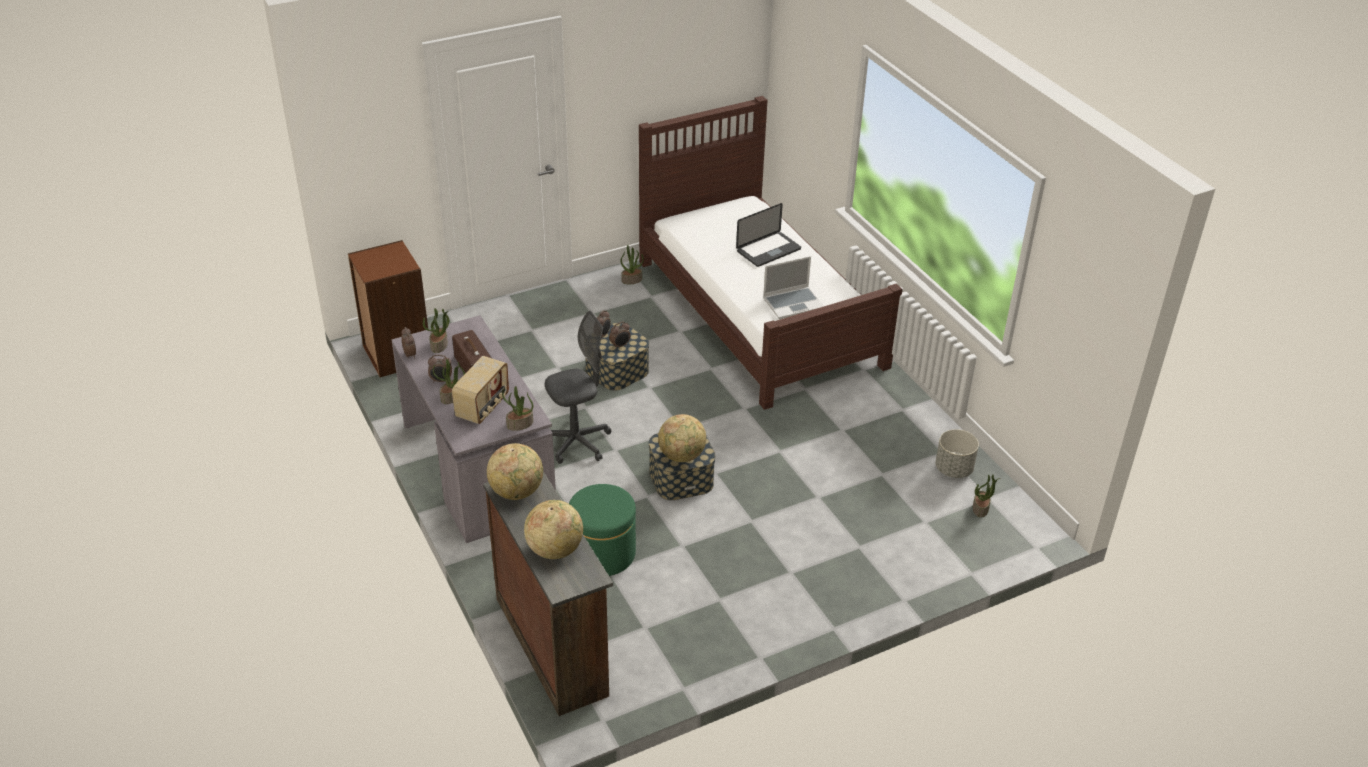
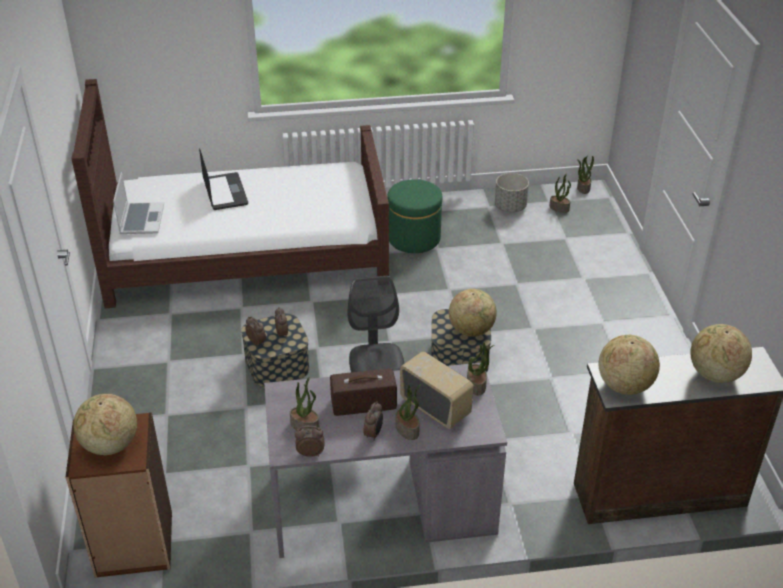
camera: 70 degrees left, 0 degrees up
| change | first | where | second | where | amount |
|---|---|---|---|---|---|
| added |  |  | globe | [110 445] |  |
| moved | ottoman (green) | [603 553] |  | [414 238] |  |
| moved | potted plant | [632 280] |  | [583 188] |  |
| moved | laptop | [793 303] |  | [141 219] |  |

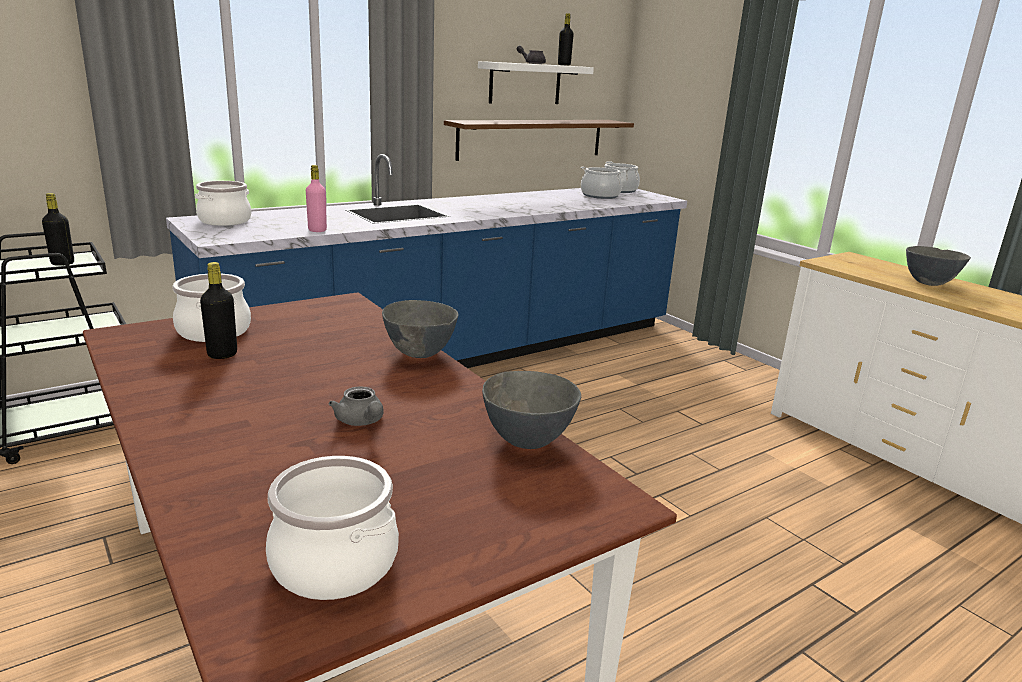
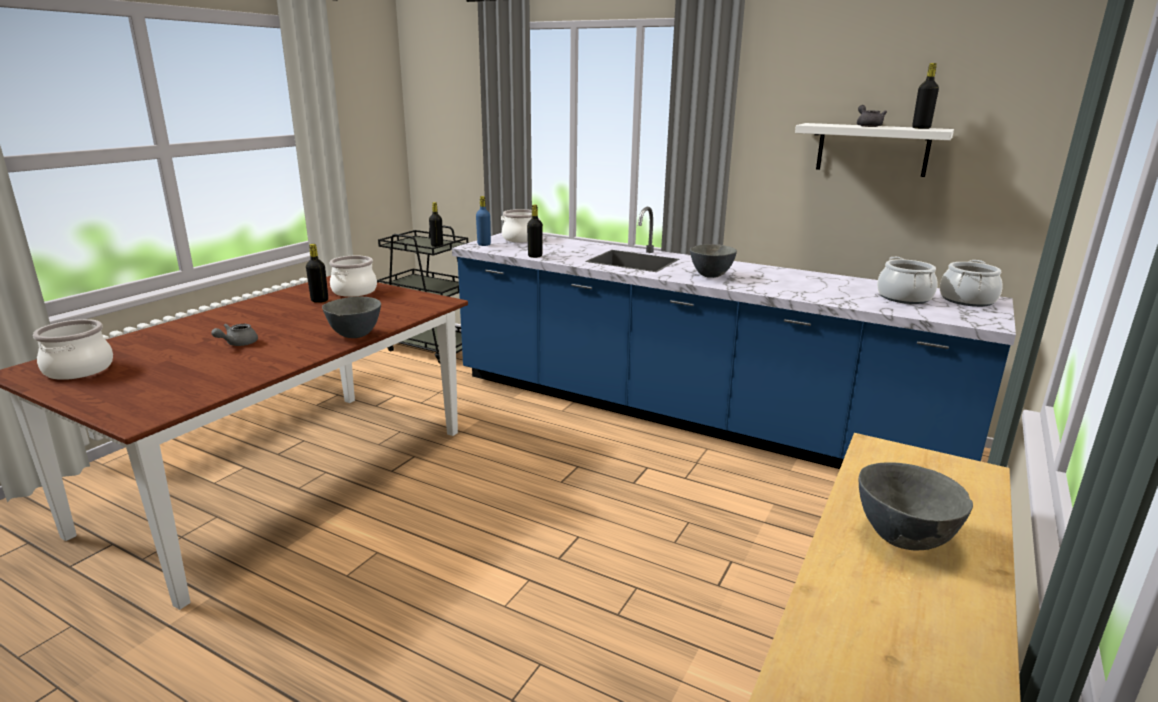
camera: 65 degrees right, 0 degrees up
| change | first | where | second | where | amount |
|---|---|---|---|---|---|
| removed | shelf (brown) | [531 138] |  |  |  |
| added |  |  | bottle (blue) | [484 244] |  |
| moved | bowl (grey) | [527 442] |  | [710 276] |  |
| recoloured | bottle (pink) | [317 230] | bottle (black) | [535 256] |  |

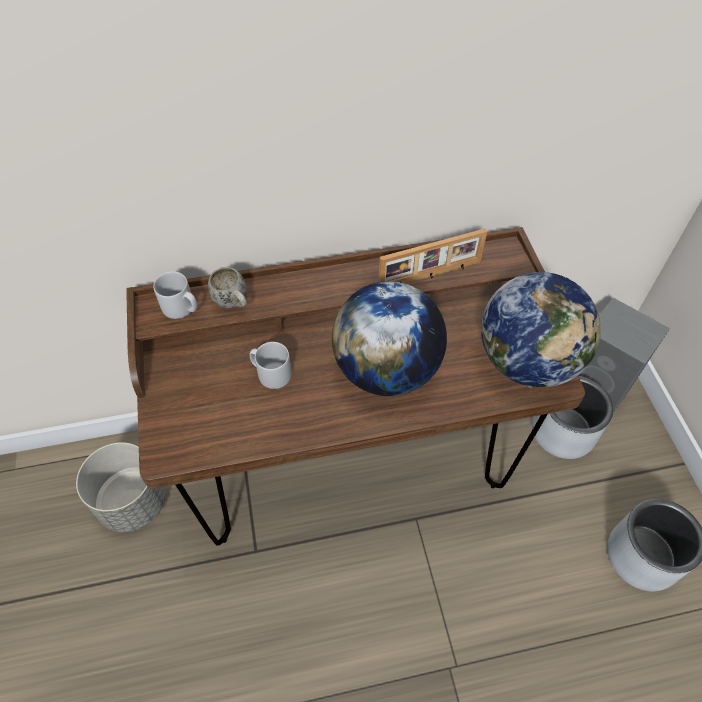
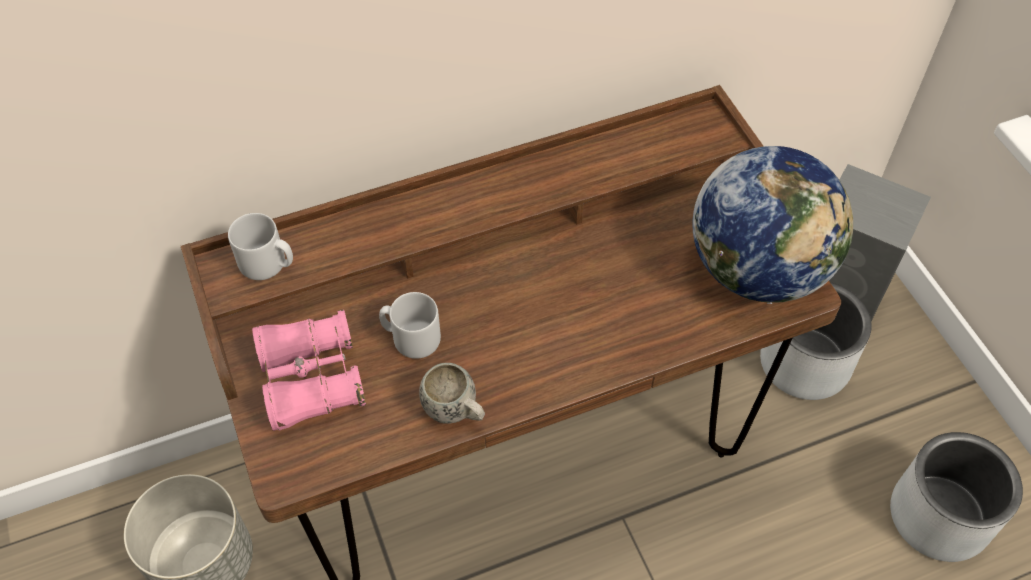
camera: 10 degrees left, 0 degrees up
| change | first | where | second | where | amount |
|---|---|---|---|---|---|
| removed | globe | [386 370] |  |  |  |
| removed | picture frame | [430 276] |  |  |  |
| added |  |  | binoculars (pink) | [311 379] |  |
| moved | mug (white) | [234 303] |  | [456 412] |  |

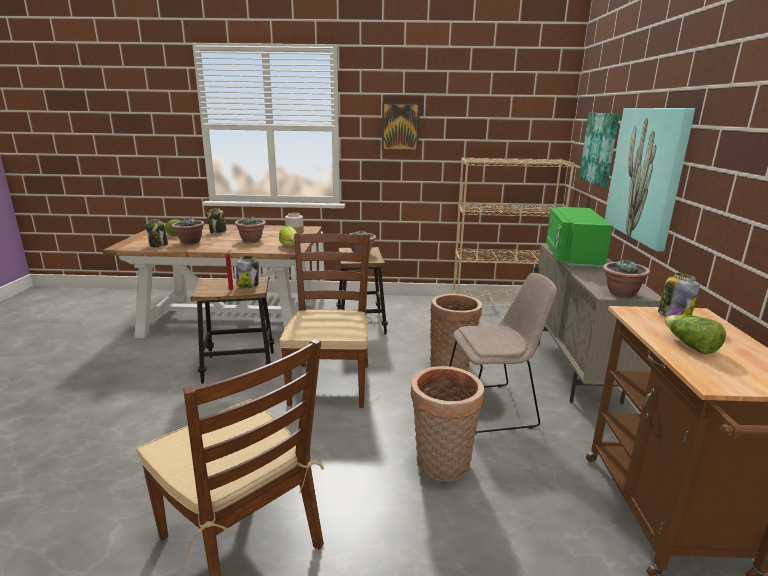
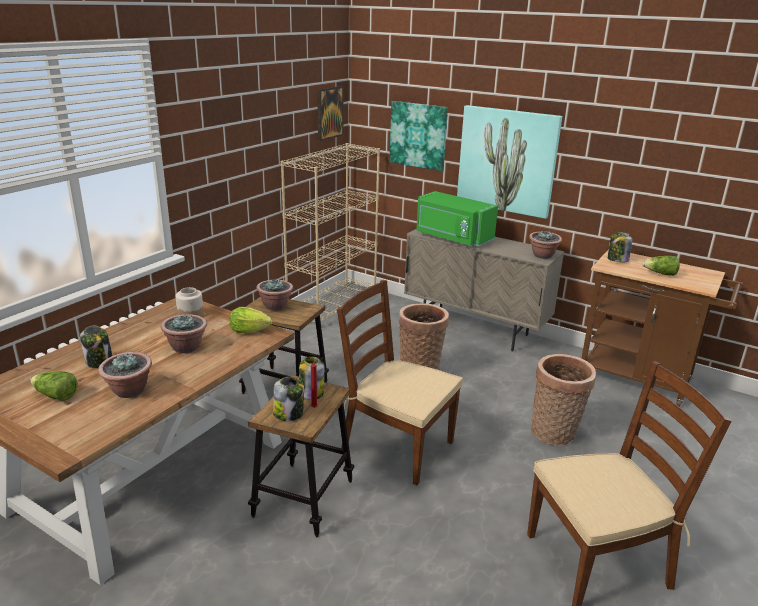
camera: 60 degrees left, 5 degrees up
| change | first | where | second | where | amount |
|---|---|---|---|---|---|
| removed | chair (beige) | [492 408] |  |  |  |
| moved | jar | [158 245] |  | [289 414] |  |
| moved | picture | [400 127] |  | [329 113] |  |

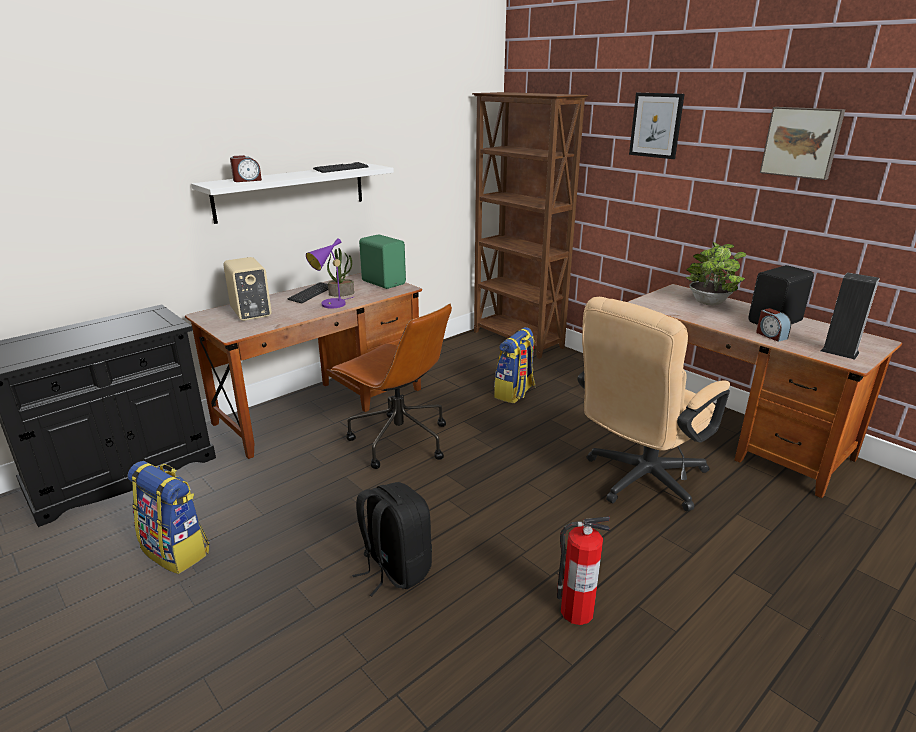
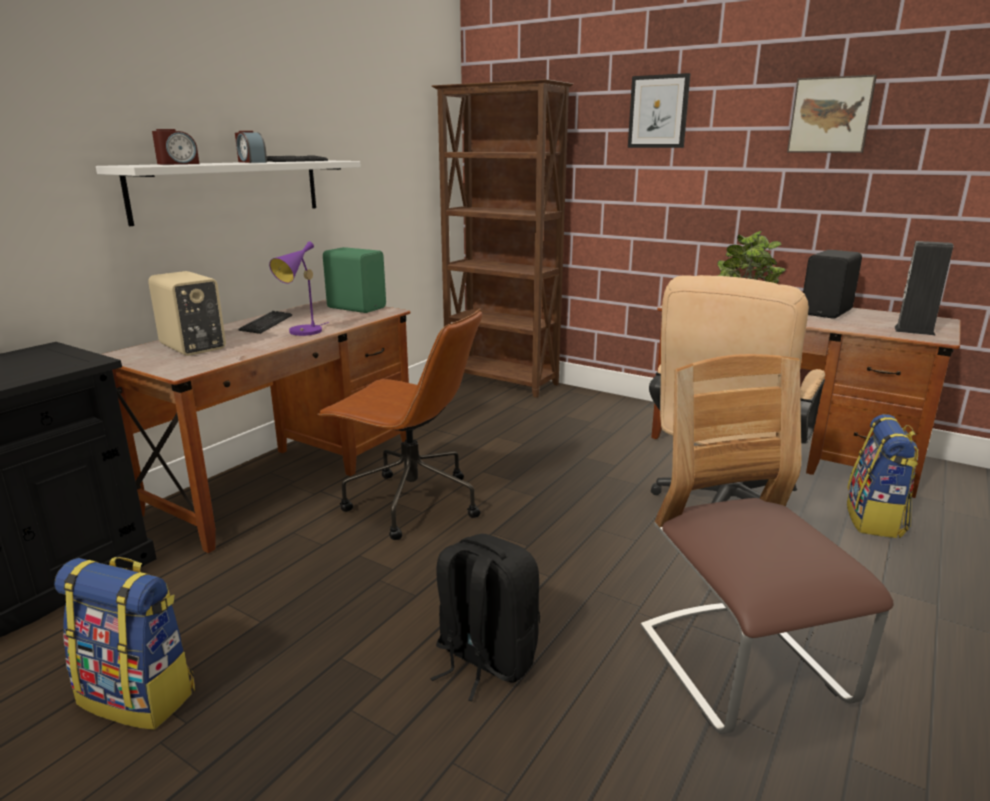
camera: 15 degrees left, 5 degrees down
| change | first | where | second | where | amount |
|---|---|---|---|---|---|
| removed | potted plant | [341 293] |  |  |  |
| moved | backpack | [515 393] |  | [875 520] |  |
| moved | alarm clock | [770 335] |  | [251 162] |  |
| replaced | fire extinguisher | [576 611] | chair | [741 667] |  |

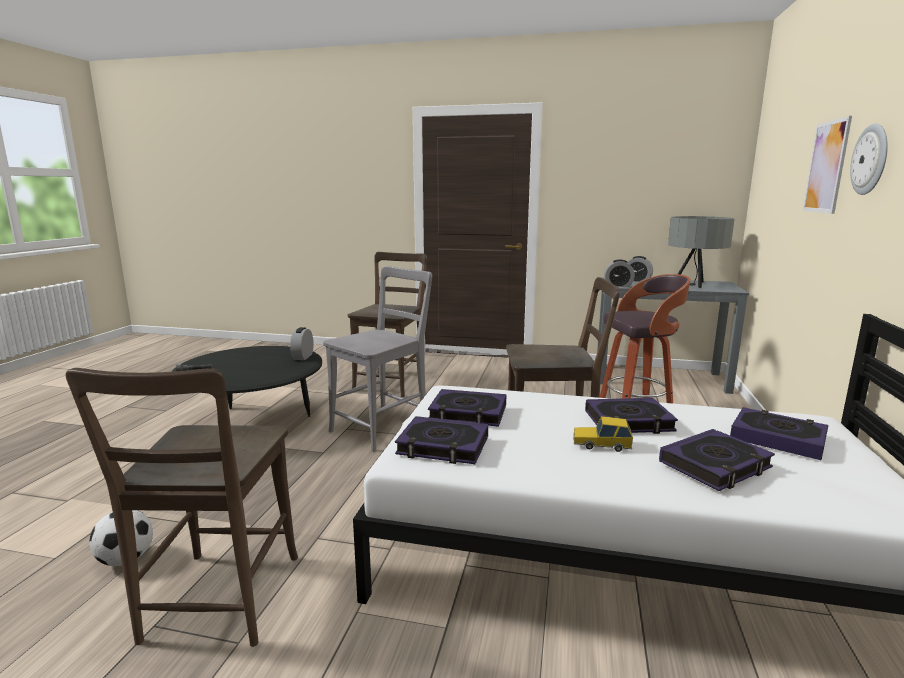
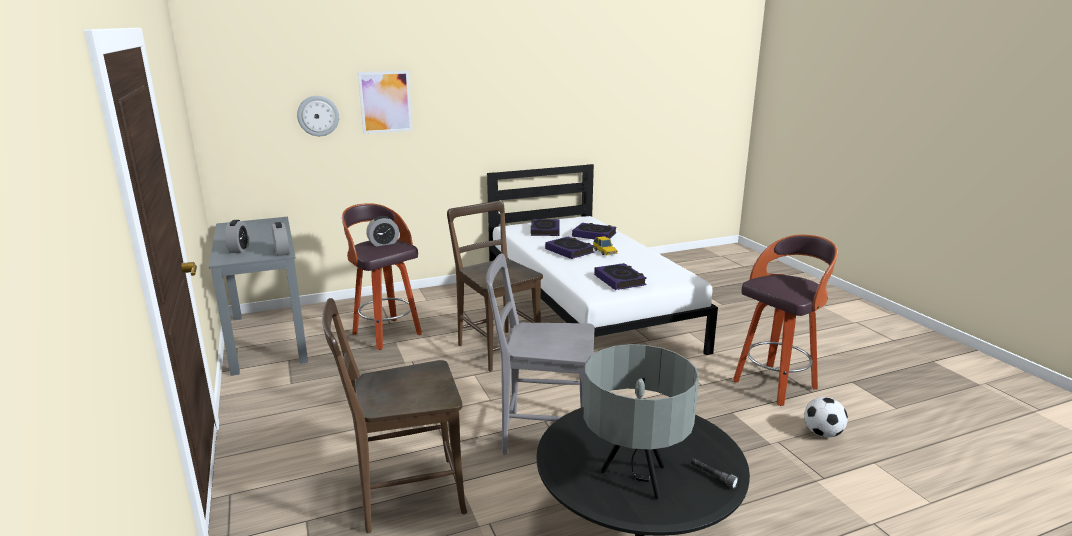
camera: 125 degrees left, 5 degrees up
| change | first | where | second | where | amount |
|---|---|---|---|---|---|
| removed | book | [443 446] |  |  |  |
| moved | alarm clock | [303 357] |  | [383 243] |  |
| moved | table lamp (grey) | [694 284] |  | [634 477] |  |
| moved | wall clock | [870 159] |  | [318 116] |  |
| replaced | chair (brown) | [219 603] | stool | [776 384] |  |

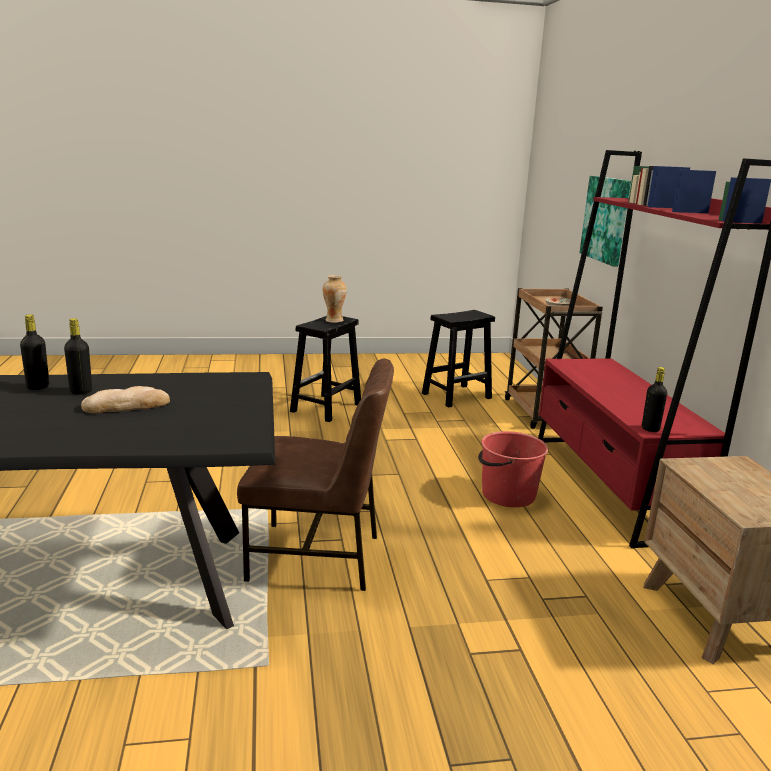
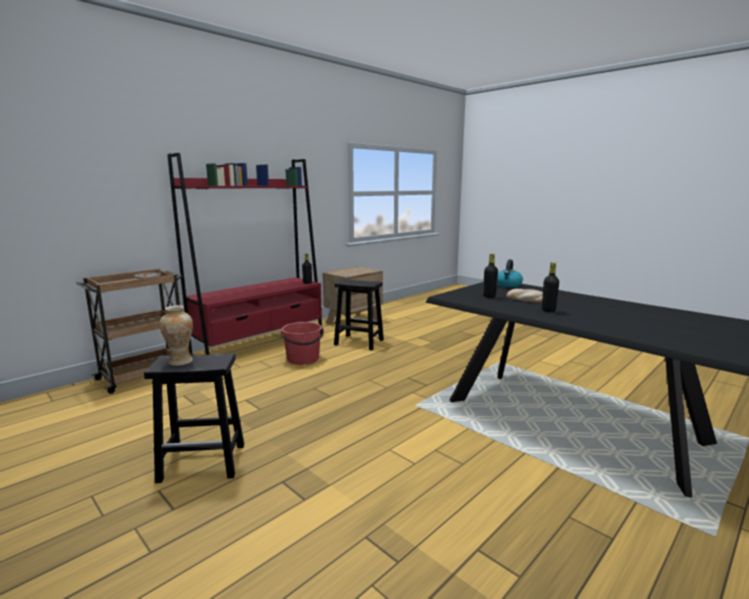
camera: 125 degrees left, 5 degrees down
| change | first | where | second | where | amount |
|---|---|---|---|---|---|
| removed | chair (brown) | [317 557] |  |  |  |
| removed | picture | [606 219] |  |  |  |
| added |  |  | kettle | [508 285] |  |
| moved | bottle (black) | [38 387] |  | [489 296] |  |
| moved | stool (black) | [457 395] |  | [358 342] |  |

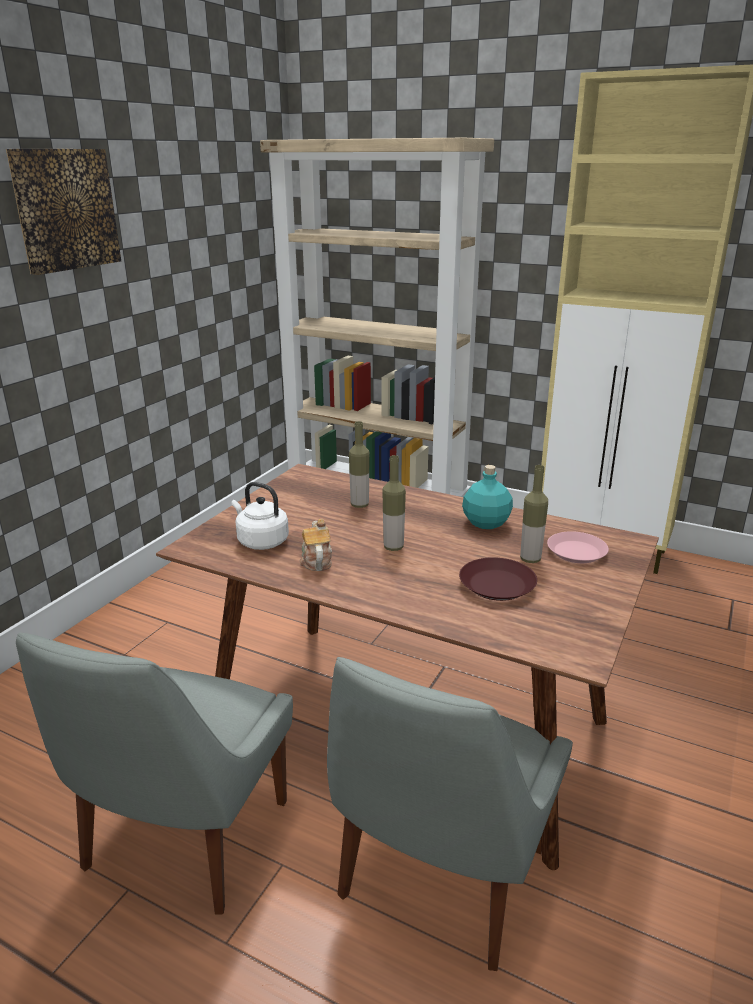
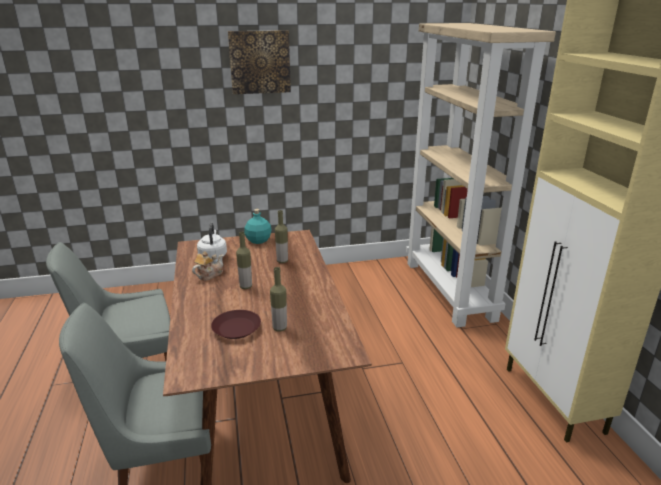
camera: 50 degrees right, 0 degrees up
| change | first | where | second | where | amount |
|---|---|---|---|---|---|
| removed | plate (pink) | [576 552] |  |  |  |
| moved | bottle (turquoise) | [486 523] |  | [258 241] |  |

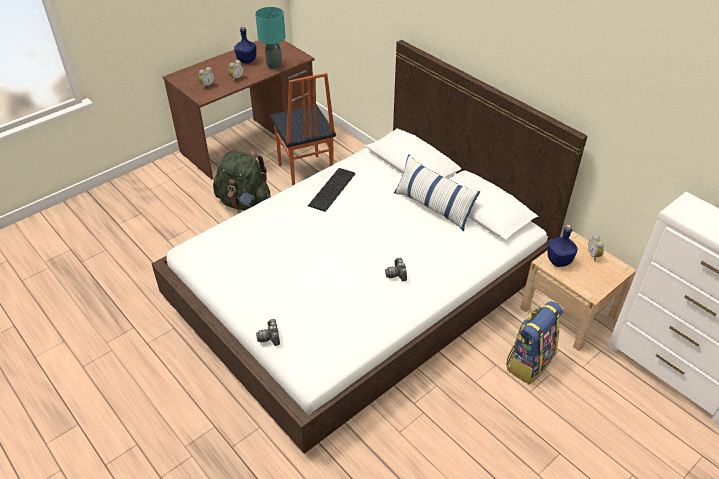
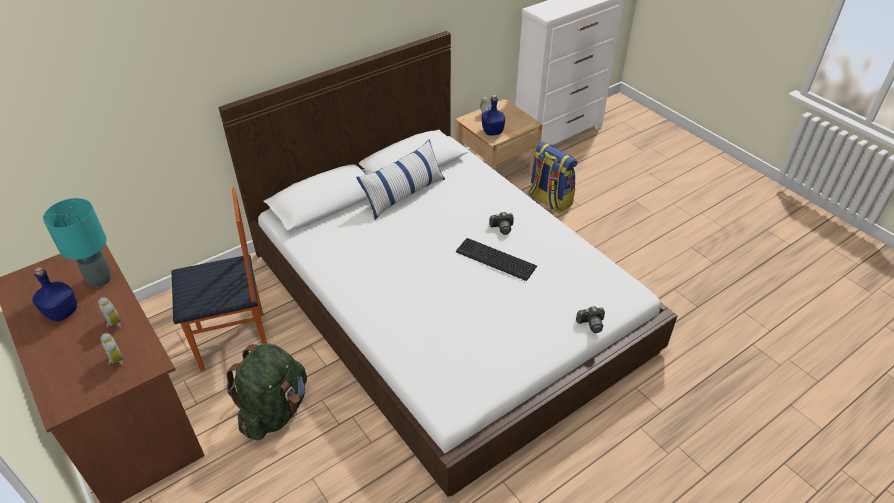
camera: 85 degrees left, 0 degrees up
| change | first | where | second | where | amount |
|---|---|---|---|---|---|
| moved | keyboard | [330 189] |  | [496 260] |  |

